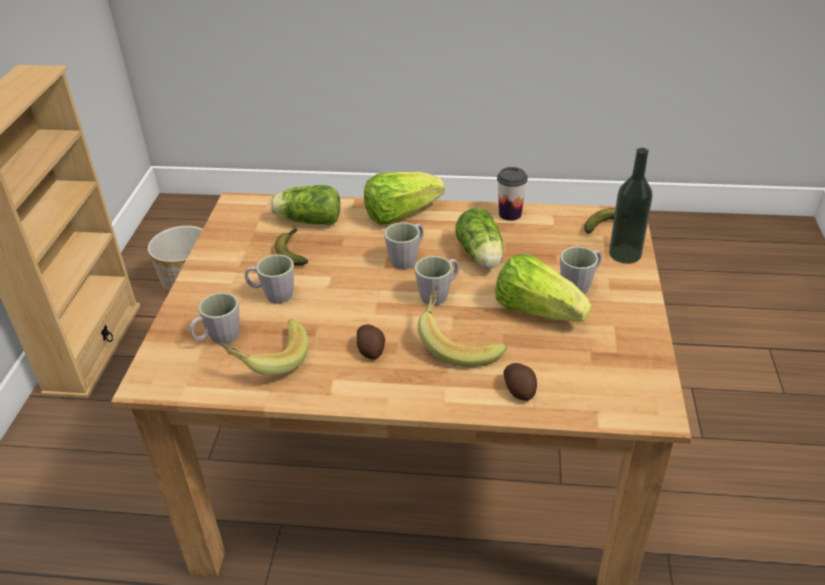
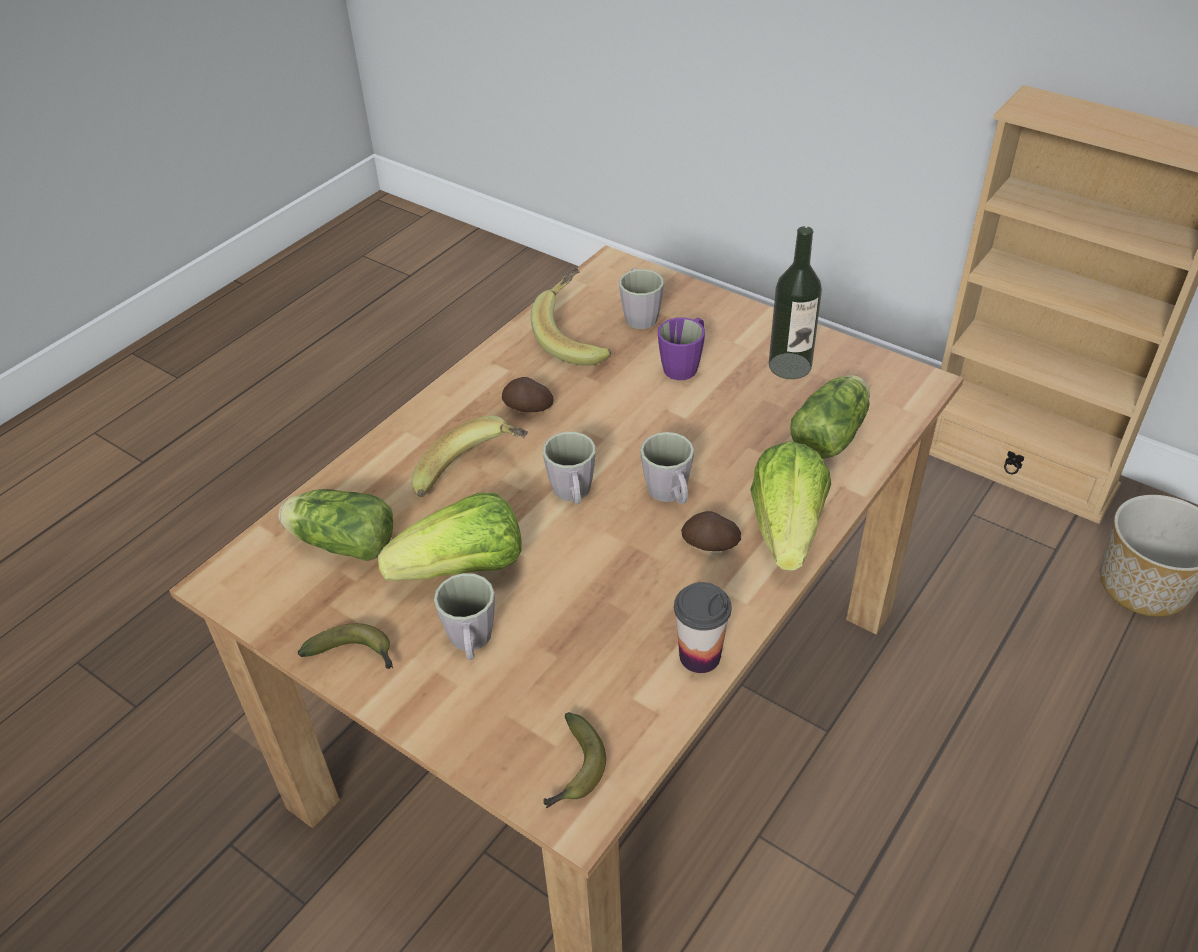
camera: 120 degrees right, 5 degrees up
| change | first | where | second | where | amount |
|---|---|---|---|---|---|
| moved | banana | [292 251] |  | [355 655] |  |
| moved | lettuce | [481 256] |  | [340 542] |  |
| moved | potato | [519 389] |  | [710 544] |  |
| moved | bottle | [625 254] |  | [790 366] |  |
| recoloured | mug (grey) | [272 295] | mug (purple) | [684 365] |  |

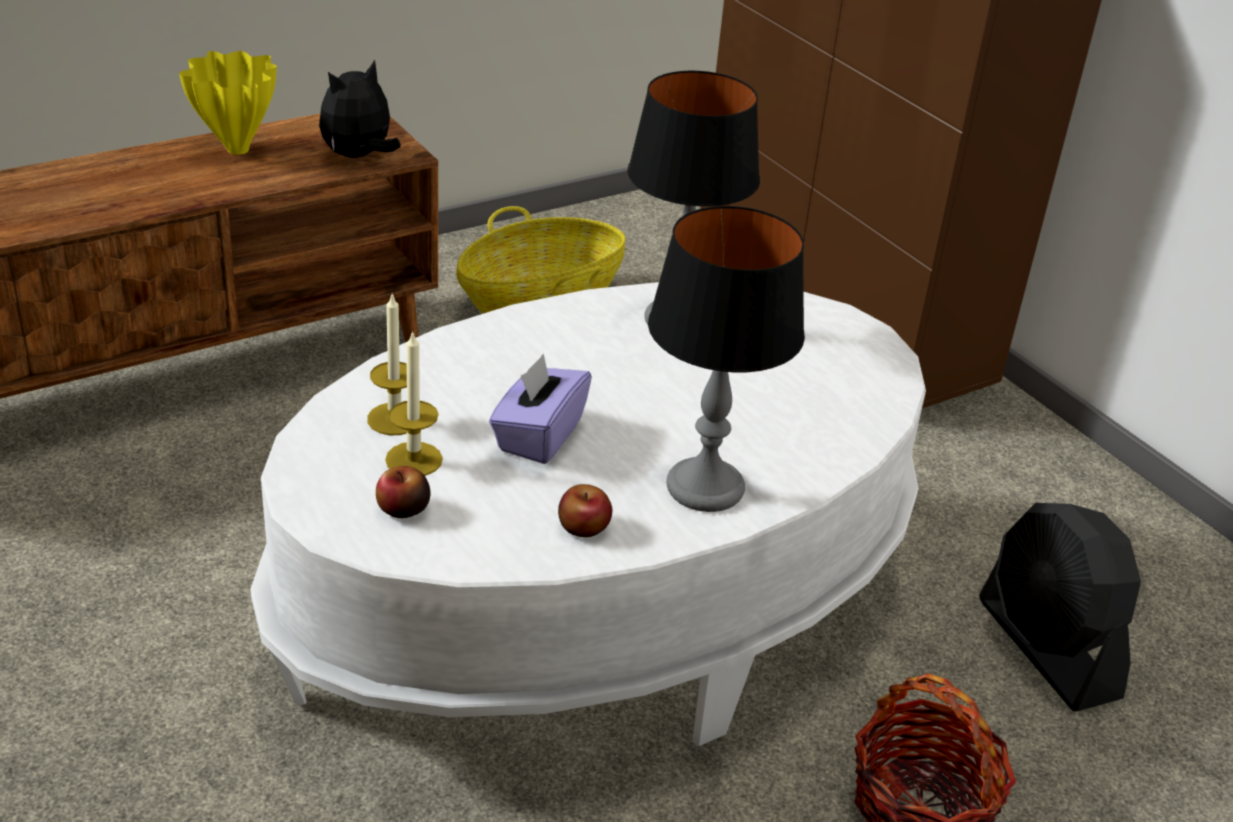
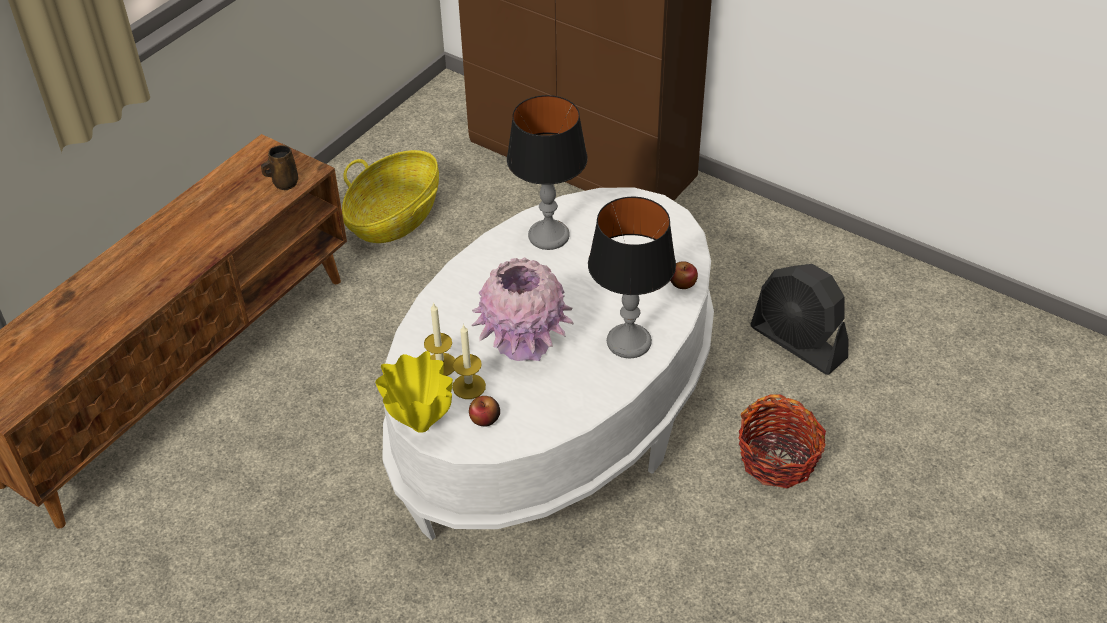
camera: 20 degrees left, 10 degrees up
| change | first | where | second | where | amount |
|---|---|---|---|---|---|
| moved | vase (yellow) | [237 149] |  | [420 425] |  |
| moved | apple | [584 527] |  | [683 283] |  |
| replaced | plush toy | [358 156] | mug (brown) | [284 183] |  |
| replaced | tissue box (purple) | [538 436] | vase (pink) | [524 344] |  |

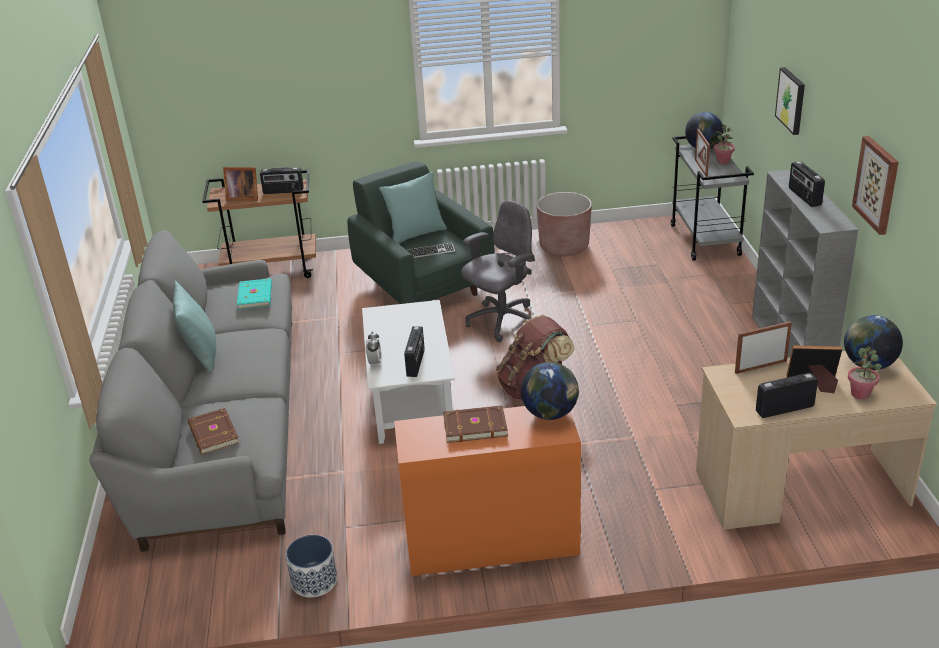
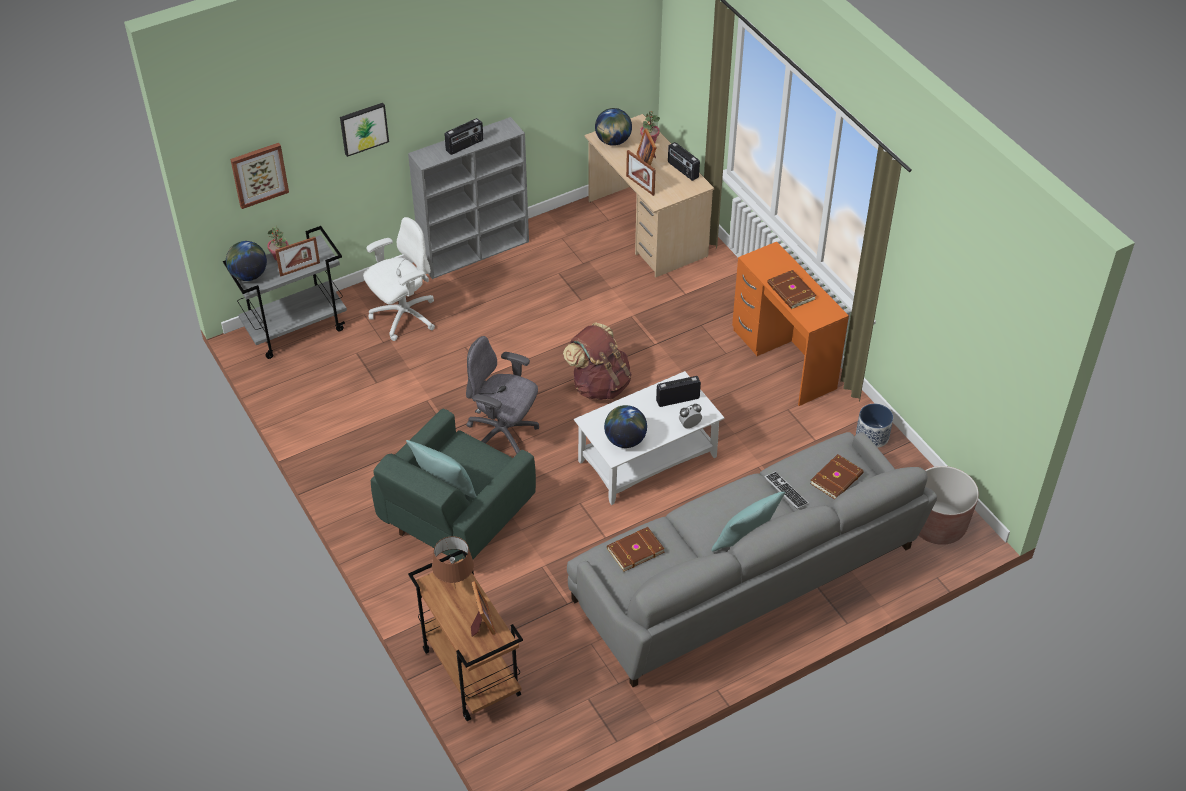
camera: 115 degrees left, 15 degrees up
| change | first | where | second | where | amount |
|---|---|---|---|---|---|
| added |  |  | office chair (white) | [403 317] |  |
| moved | keyboard | [430 252] |  | [786 491] |  |
| moved | globe | [550 413] |  | [625 440] |  |
| moved | planter (brown) | [564 247] |  | [937 525] |  |
| moved | picture | [877 184] |  | [259 174] |  |
| replaced | radio | [283 191] | table lamp (brown) | [454 588] |  |
| recoloured | book (turquoise) | [256 296] | book (brown) | [634 550] |  |

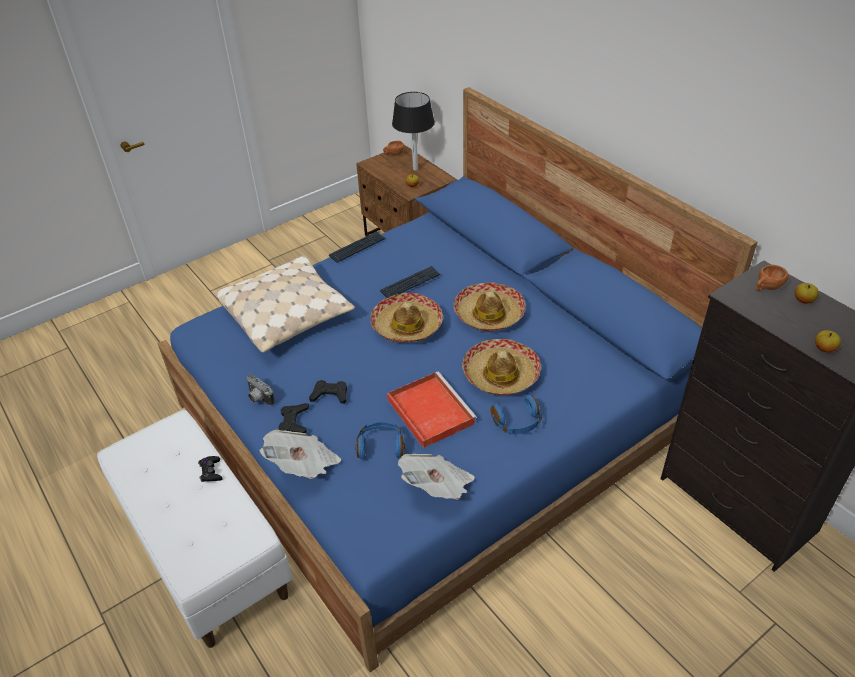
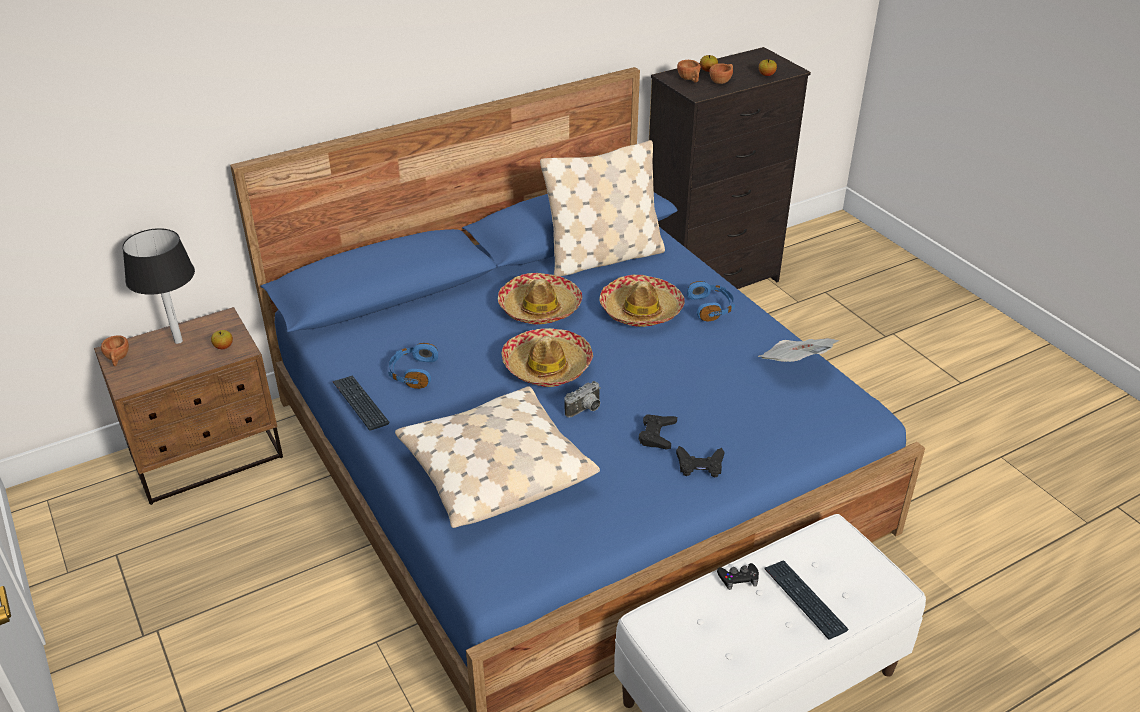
camera: 85 degrees left, 5 degrees down
| change | first | where | second | where | amount |
|---|---|---|---|---|---|
| removed | newspaper | [304 465] |  |  |  |
| removed | tray (red) | [429 410] |  |  |  |
| added |  |  | pillow (beige) | [604 257] |  |
| added |  |  | cup (brown) | [722 81] |  |
| moved | photo camera | [258 398] |  | [585 410] |  |
| moved | headphones (blue) | [381 446] |  | [413 373] |  |
| moved | keyboard | [410 283] |  | [804 600] |  |

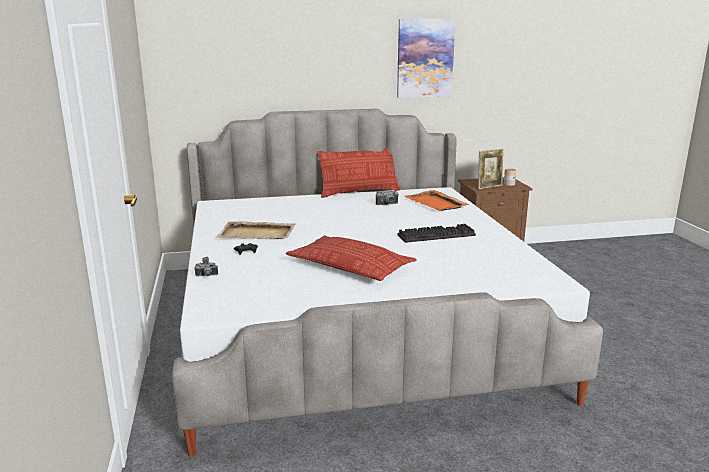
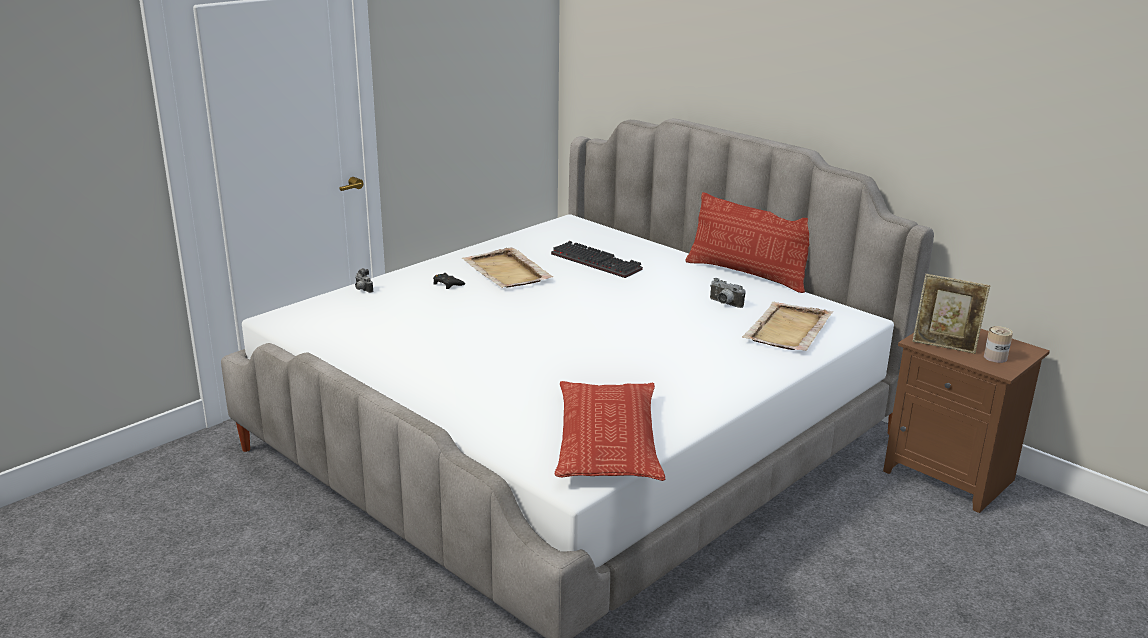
camera: 55 degrees right, 5 degrees up
| change | first | where | second | where | amount |
|---|---|---|---|---|---|
| removed | picture | [425 58] |  |  |  |
| moved | pillow | [350 266] |  | [608 440] |  |
| moved | keyboard | [437 235] |  | [598 262] |  |
| recoloured | tray (orange) | [435 203] | tray (beige) | [787 330] |  |

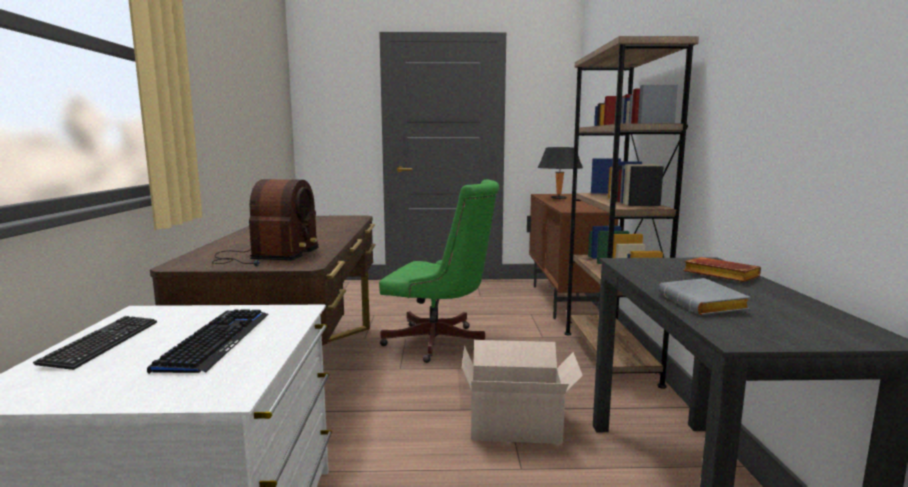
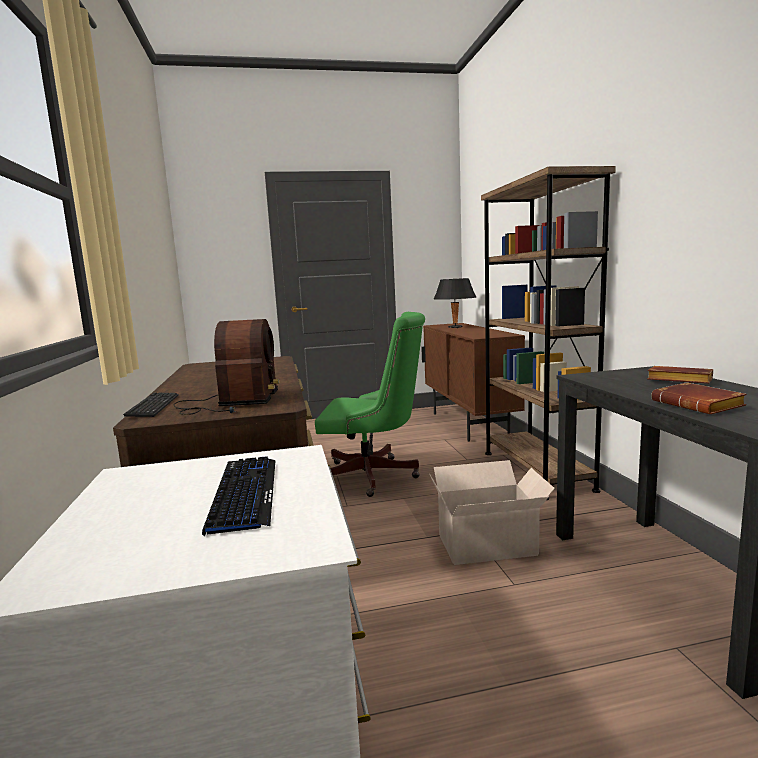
camera: 10 degrees left, 0 degrees up
| change | first | where | second | where | amount |
|---|---|---|---|---|---|
| moved | keyboard | [102 343] |  | [153 406] |  |
| recoloured | book (grey) | [705 304] | book (brown) | [700 405] |  |

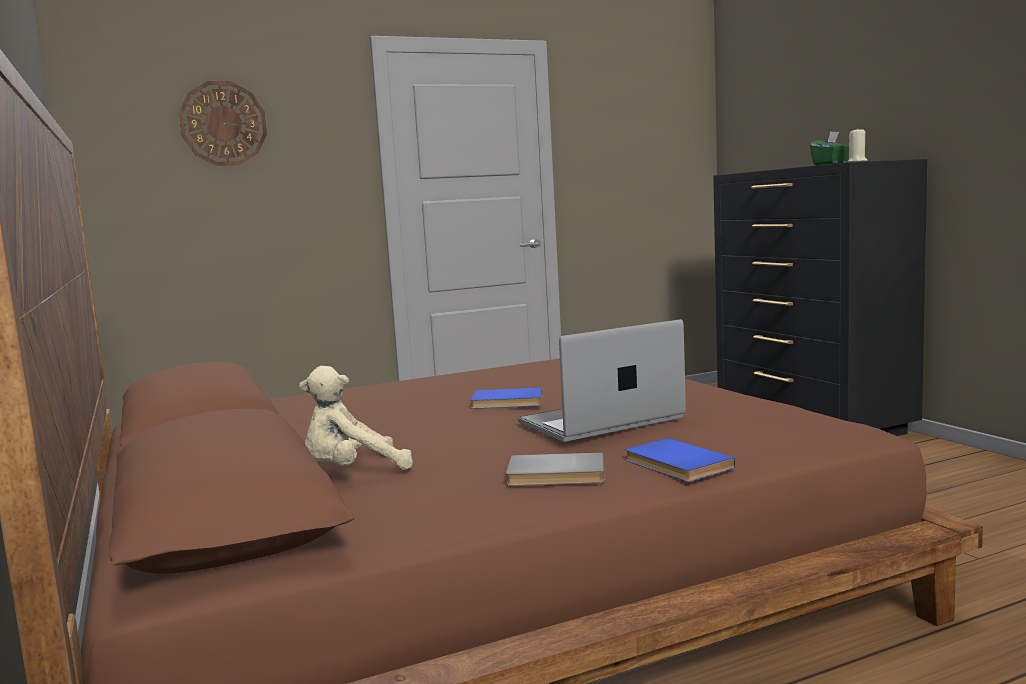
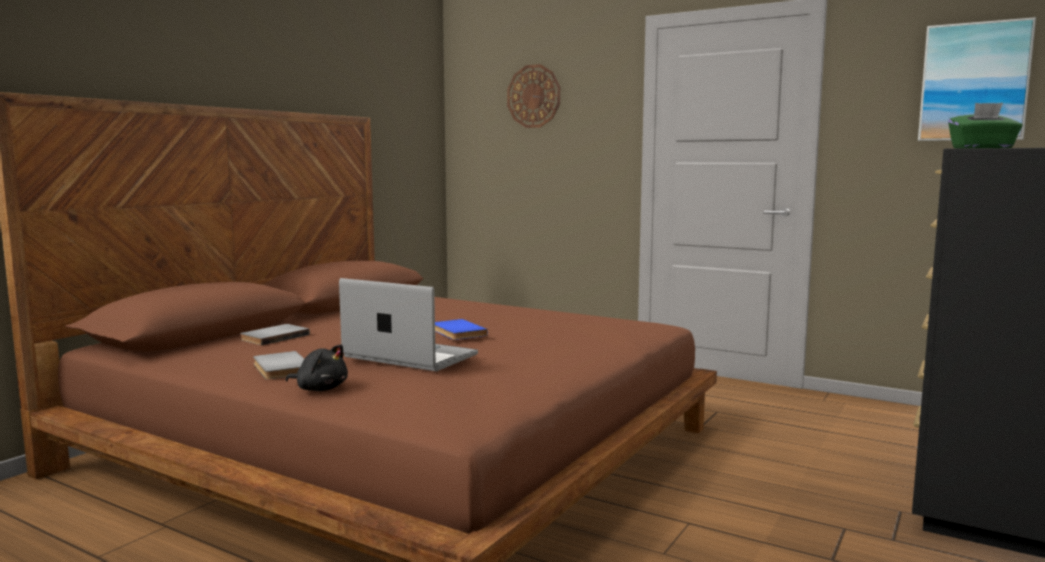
camera: 55 degrees right, 0 degrees up
| change | first | where | second | where | amount |
|---|---|---|---|---|---|
| removed | candle (beige) | [857 161] |  |  |  |
| added |  |  | picture | [974 82] |  |
| replaced | plush toy (beige) | [353 472] | book (grey) | [273 337] |  |
| replaced | book (blue) | [675 465] | plush toy (black) | [320 389] |  |

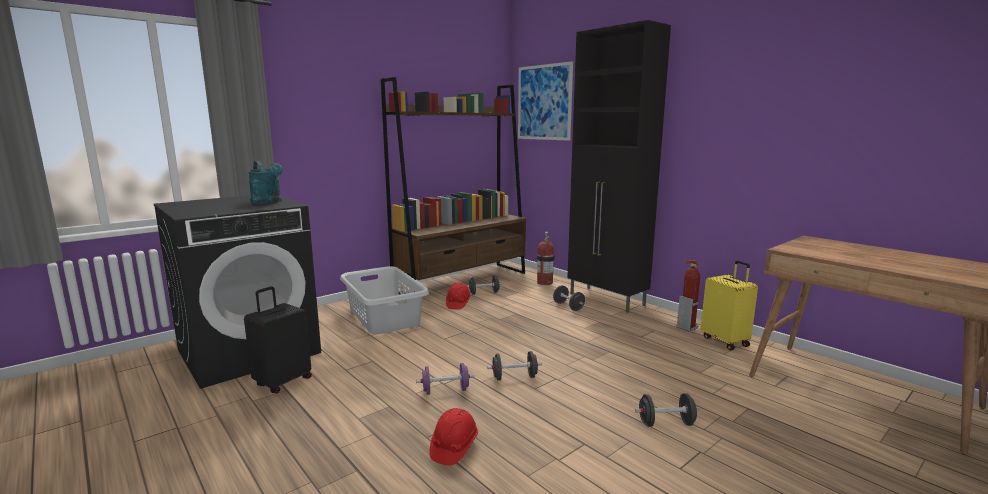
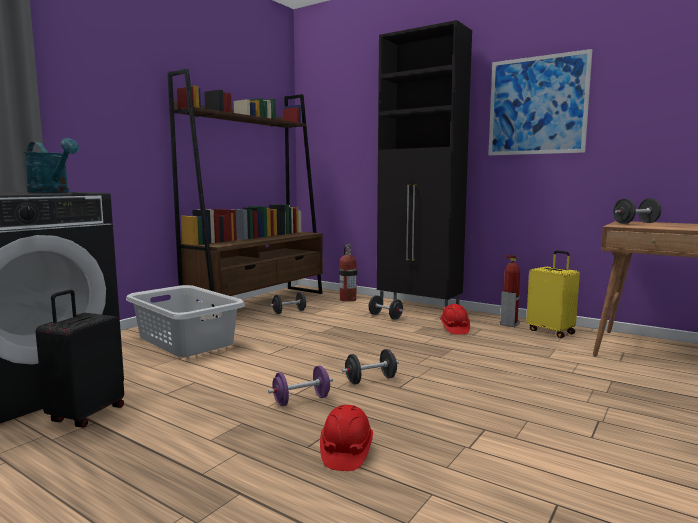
camera: 15 degrees left, 5 degrees down
| change | first | where | second | where | amount |
|---|---|---|---|---|---|
| moved | hard hat (red) | [458 304] |  | [454 329] |  |
| moved | picture | [544 102] |  | [537 105] |  |
| moved | dumbbell (black) | [666 423] |  | [635 223] |  |

